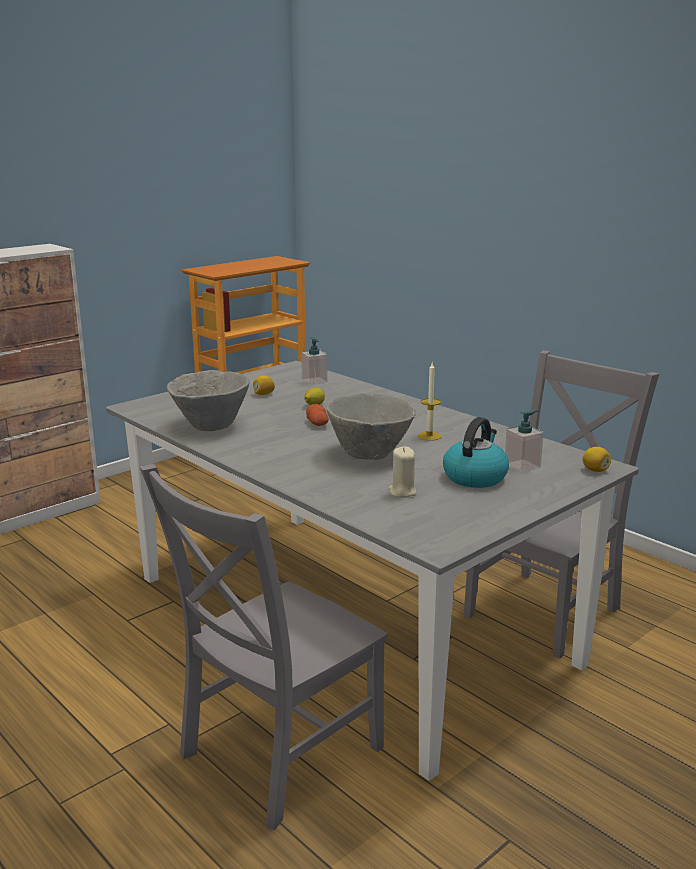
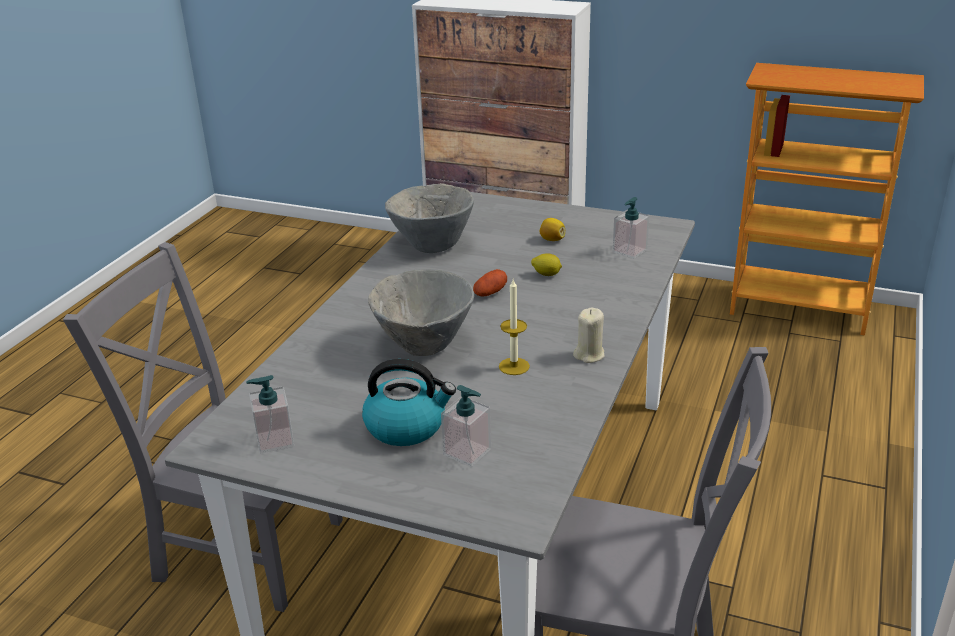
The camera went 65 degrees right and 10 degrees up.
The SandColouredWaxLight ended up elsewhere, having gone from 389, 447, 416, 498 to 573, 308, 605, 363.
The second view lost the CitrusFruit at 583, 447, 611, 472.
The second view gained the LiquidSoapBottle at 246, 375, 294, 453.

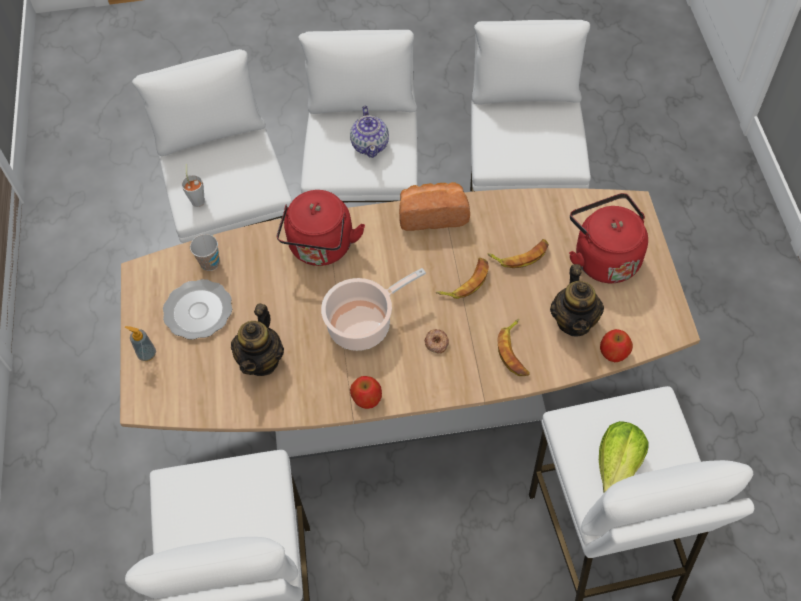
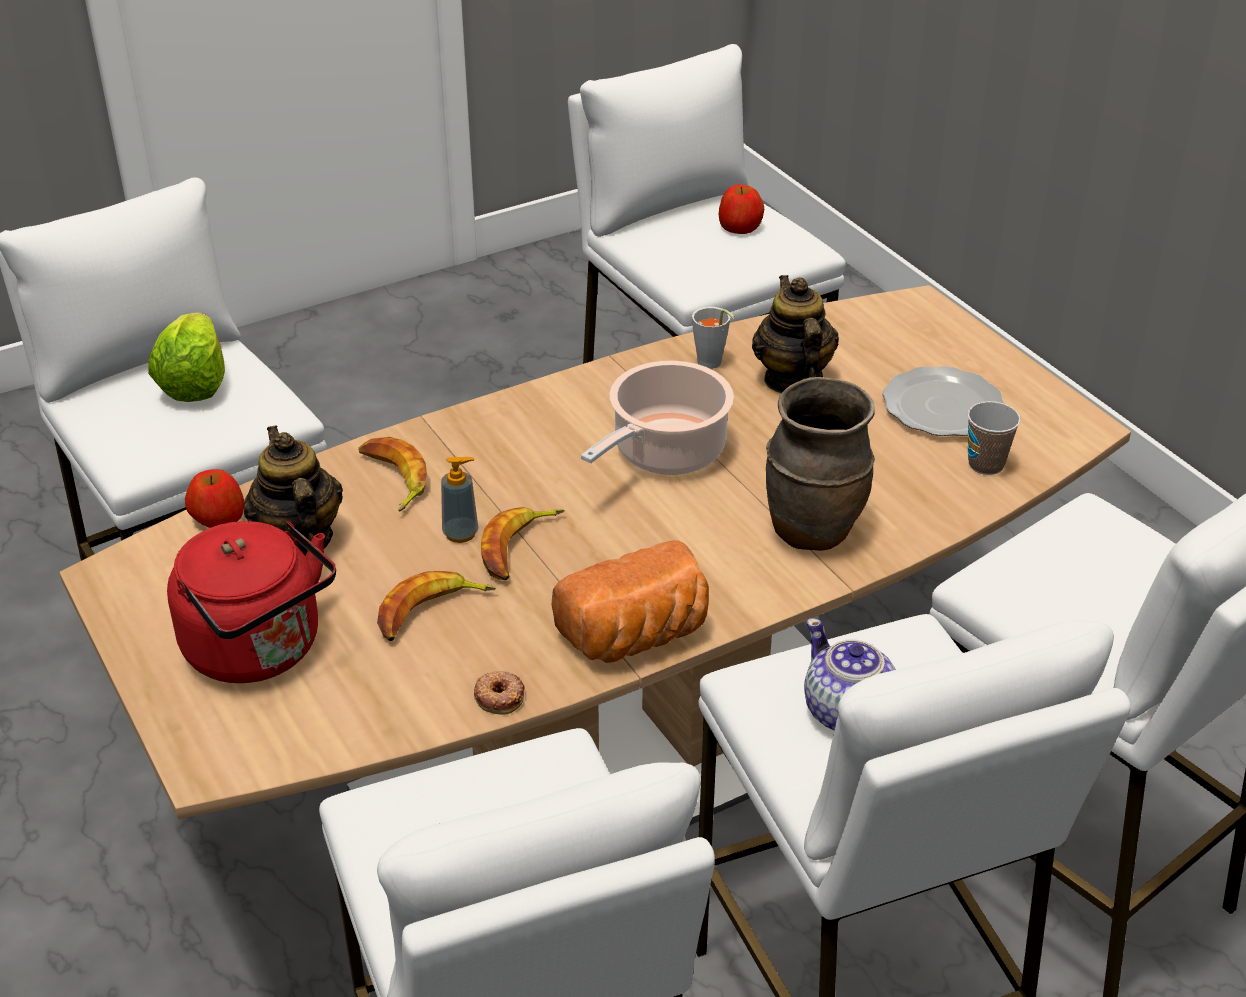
The camera went 155 degrees right and 20 degrees down.
The LiquidSoapBottle ended up elsewhere, having gone from 125, 326, 156, 361 to 441, 457, 478, 543.
The GrayCup ended up elsewhere, having gone from 181, 164, 205, 207 to 692, 307, 735, 369.
Where the RedColouredKettle stood at 277, 190, 365, 266, the BrownishFlowerVase came to stand at 766, 377, 875, 551.
The AppleFruit ended up elsewhere, having gone from 350, 376, 382, 409 to 719, 185, 764, 234.
The RingDoughnut ended up elsewhere, having gone from 424, 329, 449, 354 to 474, 671, 525, 715.

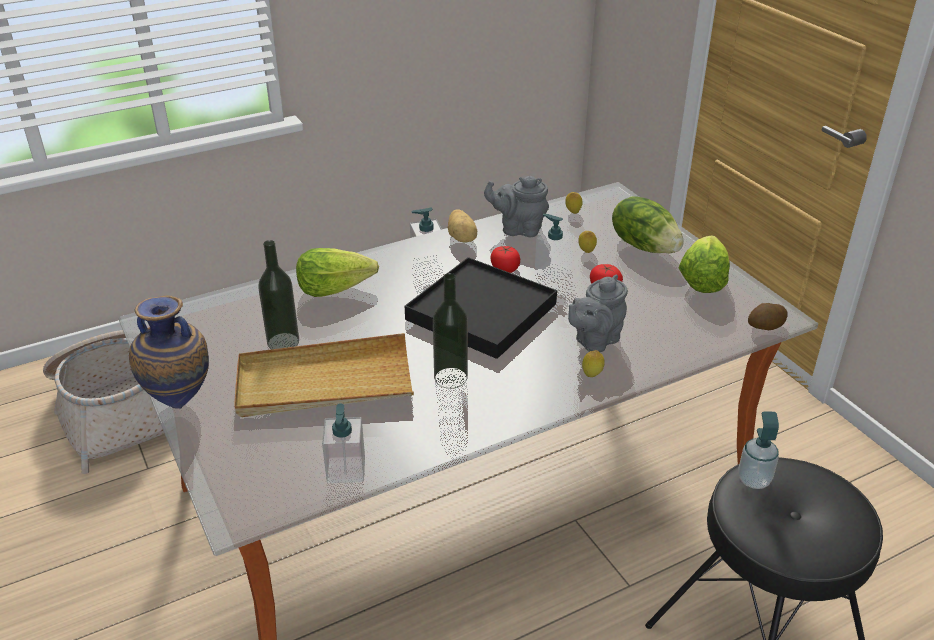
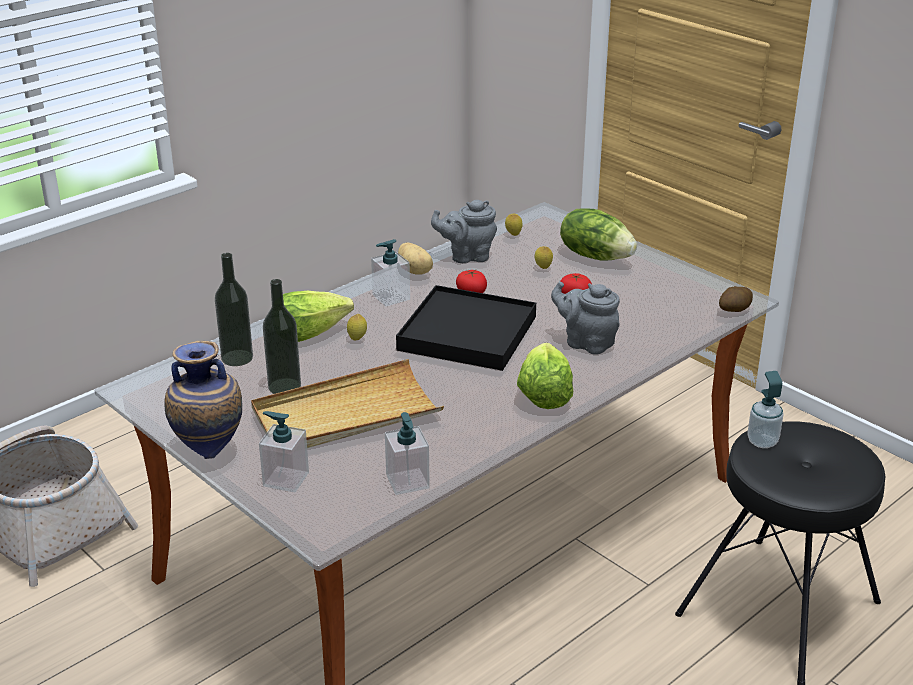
The camera went 15 degrees left and 5 degrees down.
The Bottle ended up elsewhere, having gone from 433, 273, 468, 389 to 215, 253, 253, 366.
The LiquidSoapBottle ended up elsewhere, having gone from 535, 214, 574, 281 to 259, 411, 309, 492.
The GrayPotForTea at 568, 275, 628, 352 ended up facing another way, 90 degrees clockwise from before.
The CitrusFruit ended up elsewhere, having gone from 582, 350, 605, 377 to 347, 314, 367, 340.
The Lettuce ended up elsewhere, having gone from 679, 236, 730, 293 to 517, 343, 573, 409.

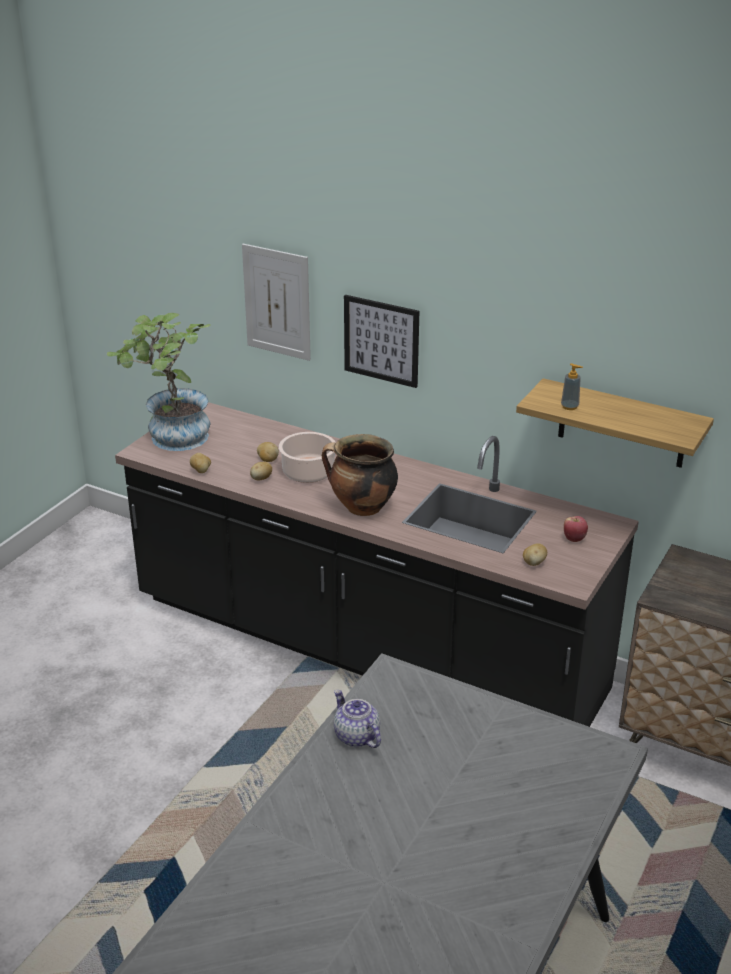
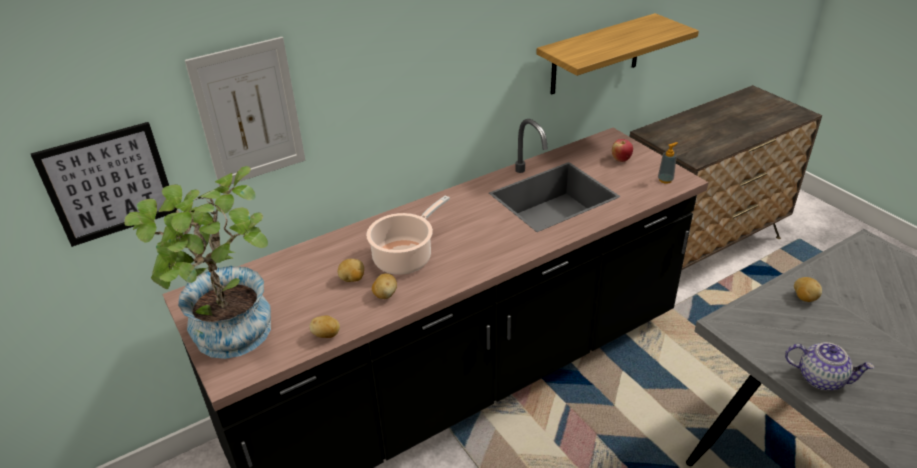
The camera went 60 degrees left and 5 degrees up.
The second view lost the Stockpot at 322, 434, 398, 516.
The PotForTea at 334, 690, 381, 748 ended up facing another way, 150 degrees counterclockwise from before.
The Picture ended up elsewhere, having gone from 344, 295, 419, 388 to 31, 122, 177, 247.
The Spud ended up elsewhere, having gone from 523, 544, 547, 566 to 794, 277, 822, 302.
The LiquidSoapBottle ended up elsewhere, having gone from 561, 363, 583, 410 to 658, 142, 678, 183.

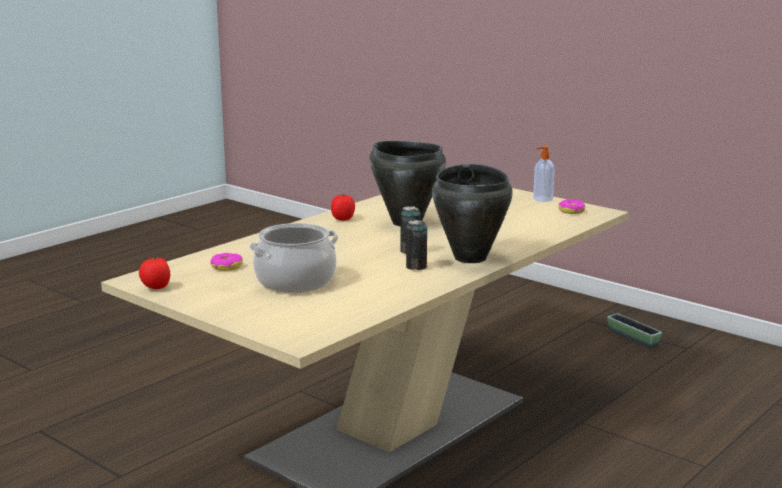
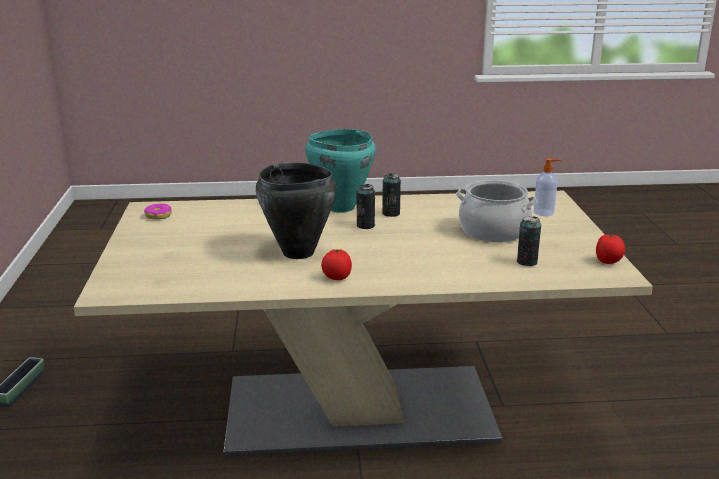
The camera went 135 degrees left and 5 degrees up.
Where the RingDoughnut stood at 210, 253, 243, 271, the MetalCan came to stand at 516, 216, 541, 266.
What was the BlackColouredStockpot at 432, 164, 513, 263 turned into the TurquoiseColouredStockpot at 305, 129, 376, 213.
The LiquidSoapBottle ended up elsewhere, having gone from 533, 146, 555, 202 to 533, 158, 562, 216.

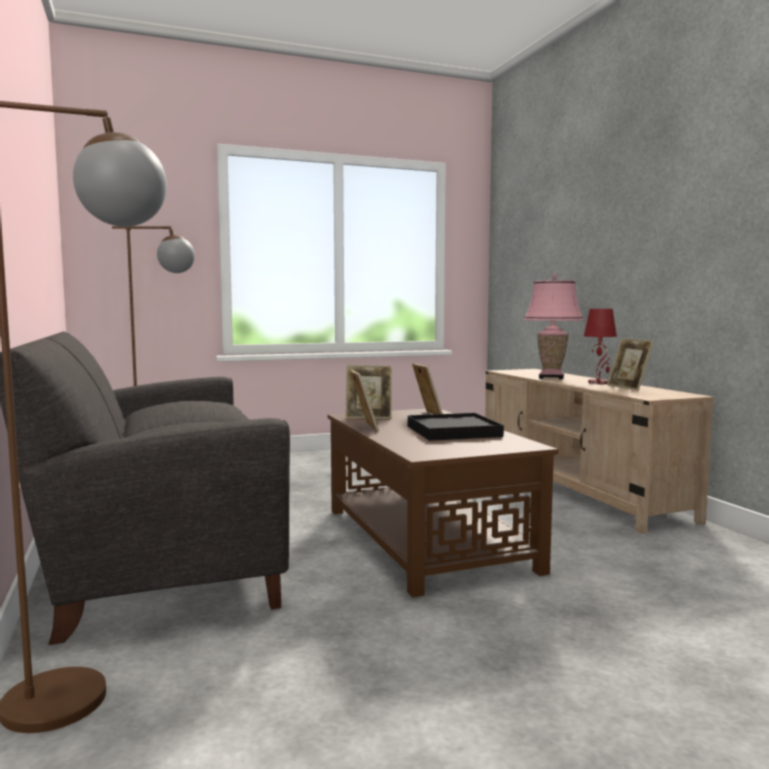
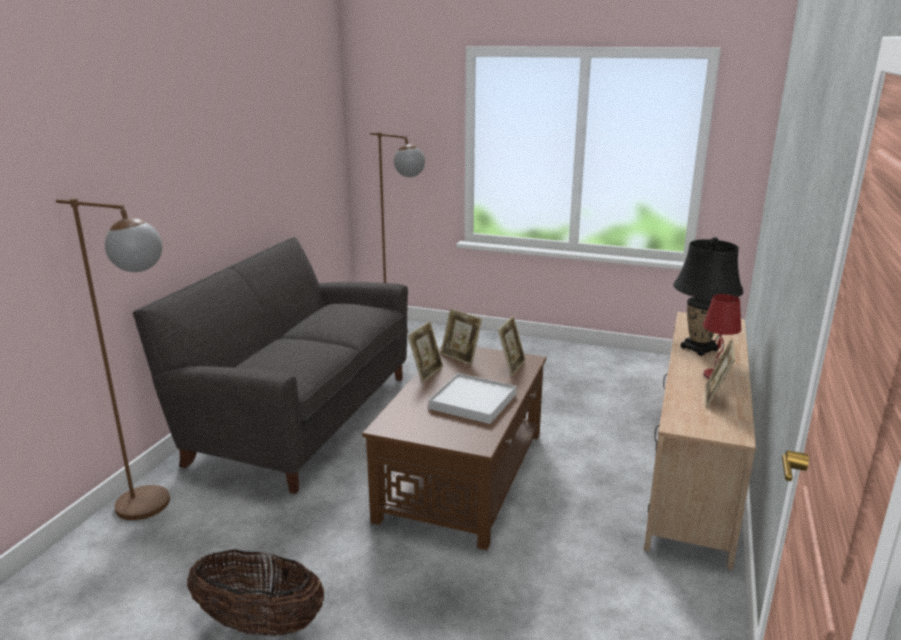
The camera went 40 degrees right and 15 degrees up.
What was the BlackColouredCarryingTray at 408, 413, 504, 441 turned into the WhiteCarryingTray at 428, 373, 516, 424.
What was the PinkColouredTabletopLamp at 524, 273, 584, 379 turned into the BlackColouredTabletopLamp at 673, 237, 743, 356.
The second view gained the Basket at 187, 549, 325, 636.

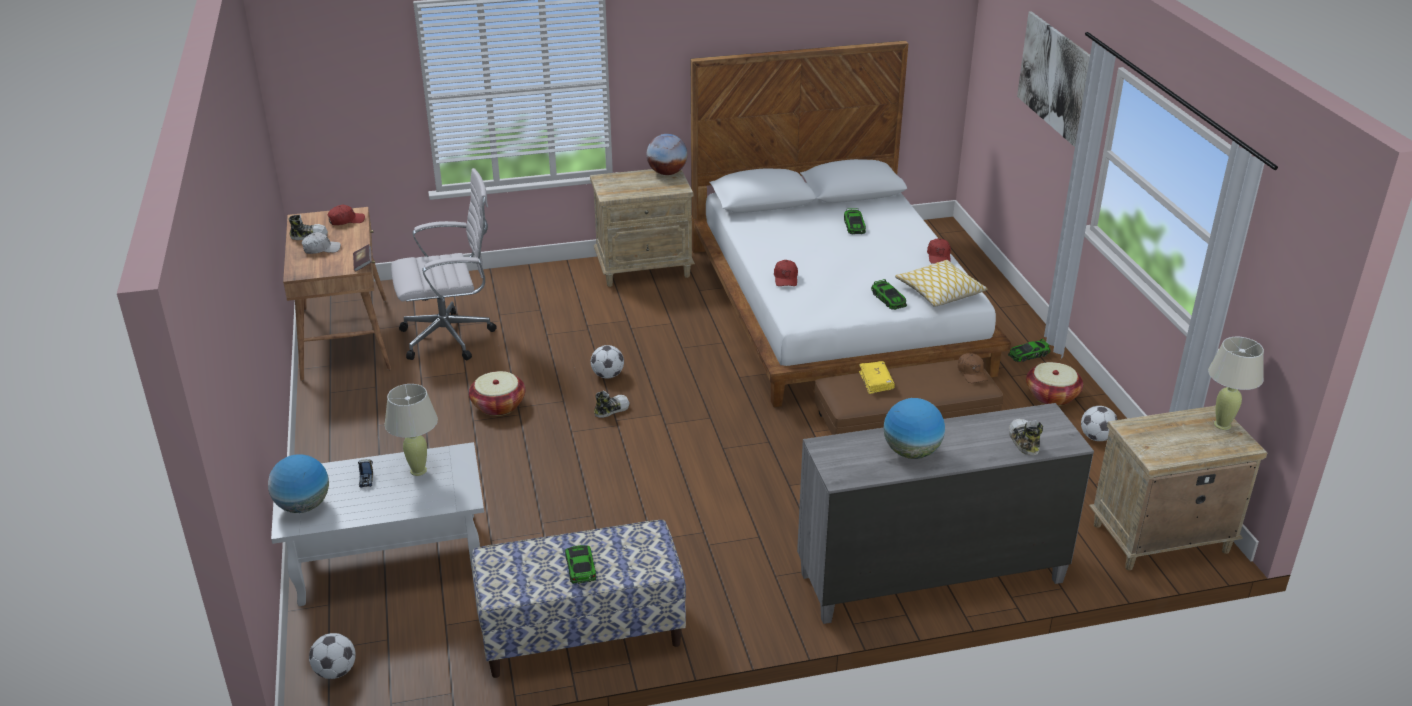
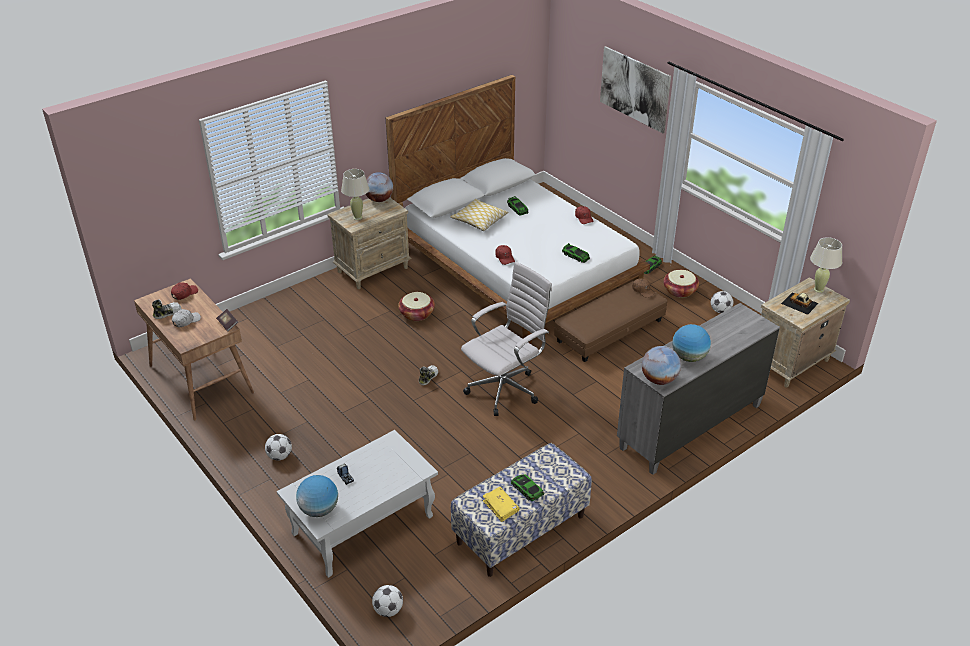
The camera went 25 degrees left and 5 degrees up.
The SandColouredTabletopLamp ended up elsewhere, having gone from 384, 384, 438, 476 to 341, 169, 369, 220.
The WhiteComputerChair ended up elsewhere, having gone from 391, 168, 497, 360 to 461, 262, 552, 416.
The Basket ended up elsewhere, having gone from 469, 371, 525, 416 to 398, 292, 435, 321.
The FootballBall ended up elsewhere, having gone from 591, 345, 624, 378 to 265, 434, 292, 461.
The YellowColouredBoundBook ended up elsewhere, having gone from 859, 361, 895, 394 to 483, 487, 520, 522.
The Pillow ended up elsewhere, having gone from 895, 260, 987, 307 to 450, 199, 508, 231.
The second view lost the LowShoe at 1009, 419, 1043, 456.
The second view gained the Globe at 642, 346, 681, 385.
The second view gained the ToyCar at 781, 293, 819, 315.

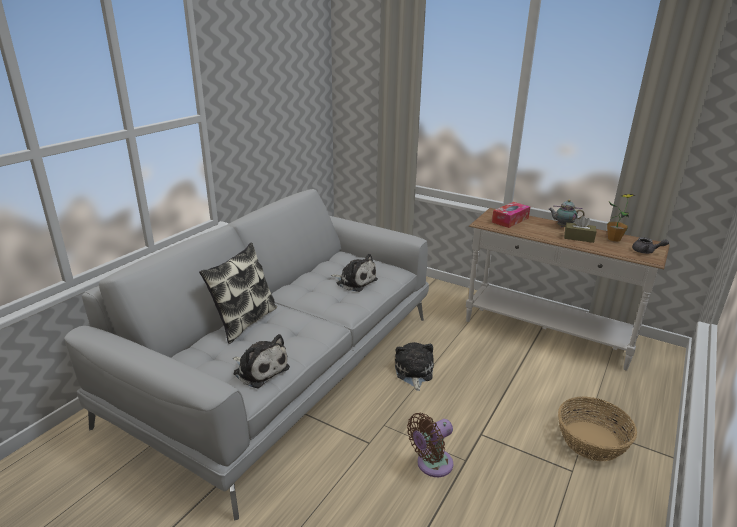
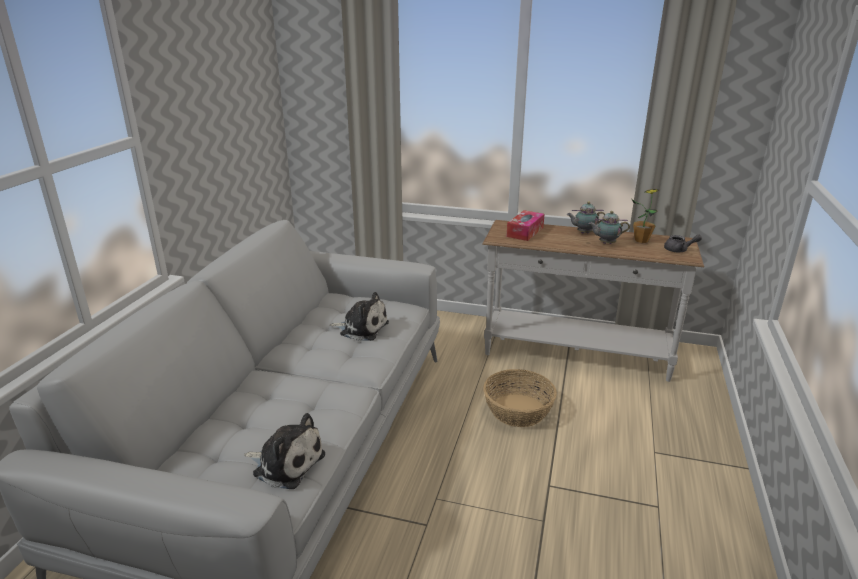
The camera went 15 degrees left and 0 degrees up.
The second view lost the Pillow at 199, 242, 277, 344.
The second view lost the CuddlyToy at 395, 342, 434, 391.
The second view lost the BrownishCoolingFan at 407, 413, 453, 477.
The Basket ended up elsewhere, having gone from 558, 396, 637, 461 to 483, 369, 557, 427.
Where the BrownishTissueBox stood at 564, 216, 596, 243, the PotForTea came to stand at 588, 211, 630, 244.

